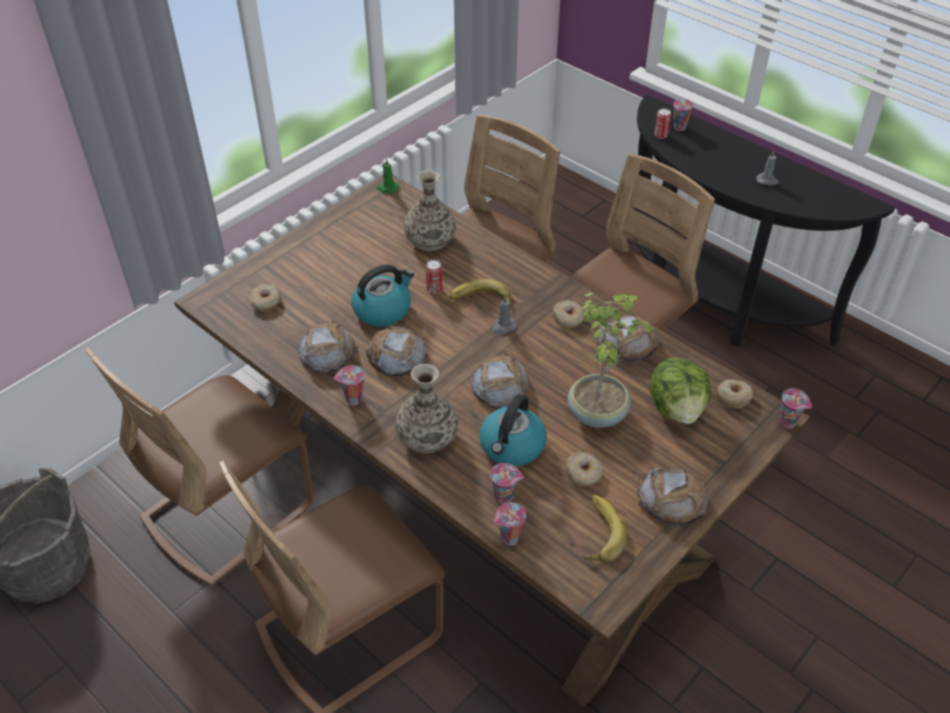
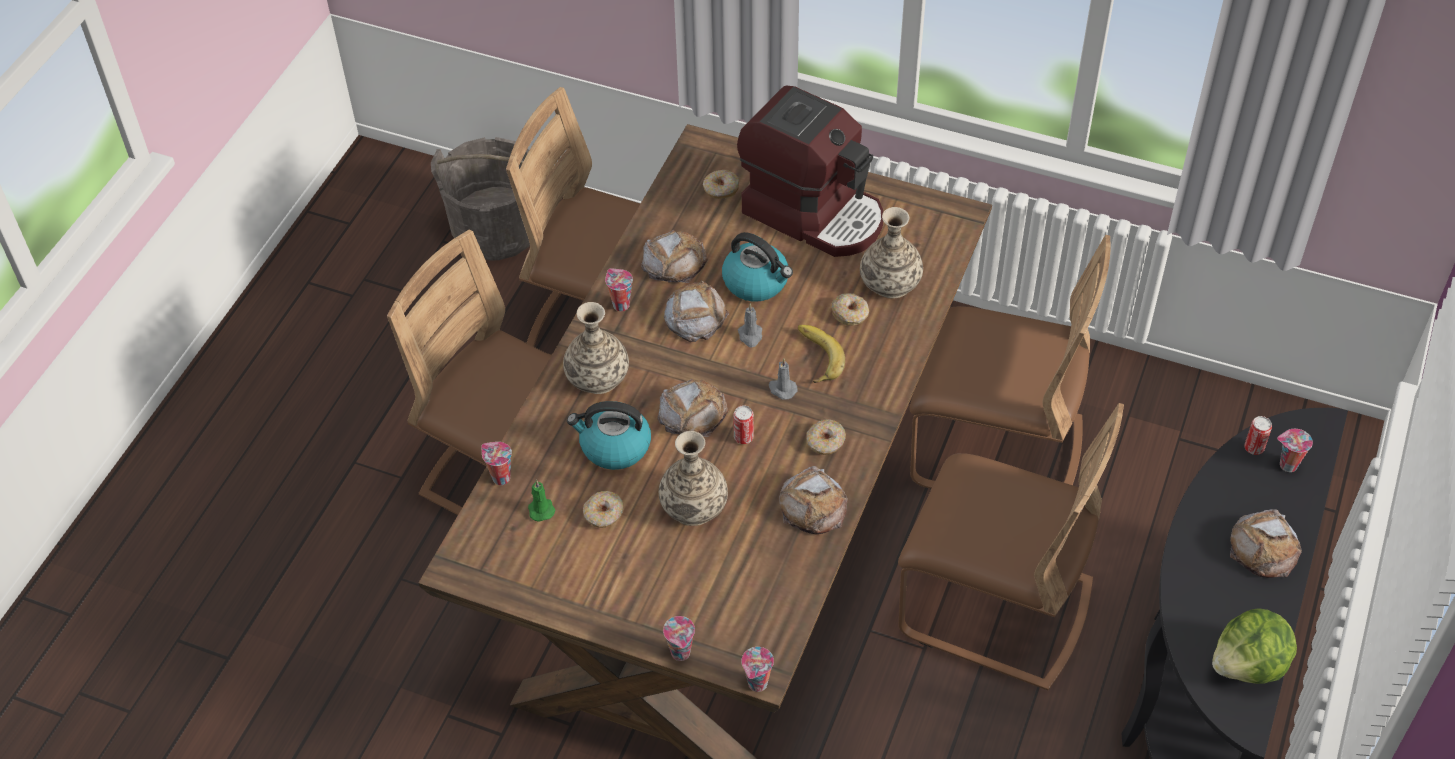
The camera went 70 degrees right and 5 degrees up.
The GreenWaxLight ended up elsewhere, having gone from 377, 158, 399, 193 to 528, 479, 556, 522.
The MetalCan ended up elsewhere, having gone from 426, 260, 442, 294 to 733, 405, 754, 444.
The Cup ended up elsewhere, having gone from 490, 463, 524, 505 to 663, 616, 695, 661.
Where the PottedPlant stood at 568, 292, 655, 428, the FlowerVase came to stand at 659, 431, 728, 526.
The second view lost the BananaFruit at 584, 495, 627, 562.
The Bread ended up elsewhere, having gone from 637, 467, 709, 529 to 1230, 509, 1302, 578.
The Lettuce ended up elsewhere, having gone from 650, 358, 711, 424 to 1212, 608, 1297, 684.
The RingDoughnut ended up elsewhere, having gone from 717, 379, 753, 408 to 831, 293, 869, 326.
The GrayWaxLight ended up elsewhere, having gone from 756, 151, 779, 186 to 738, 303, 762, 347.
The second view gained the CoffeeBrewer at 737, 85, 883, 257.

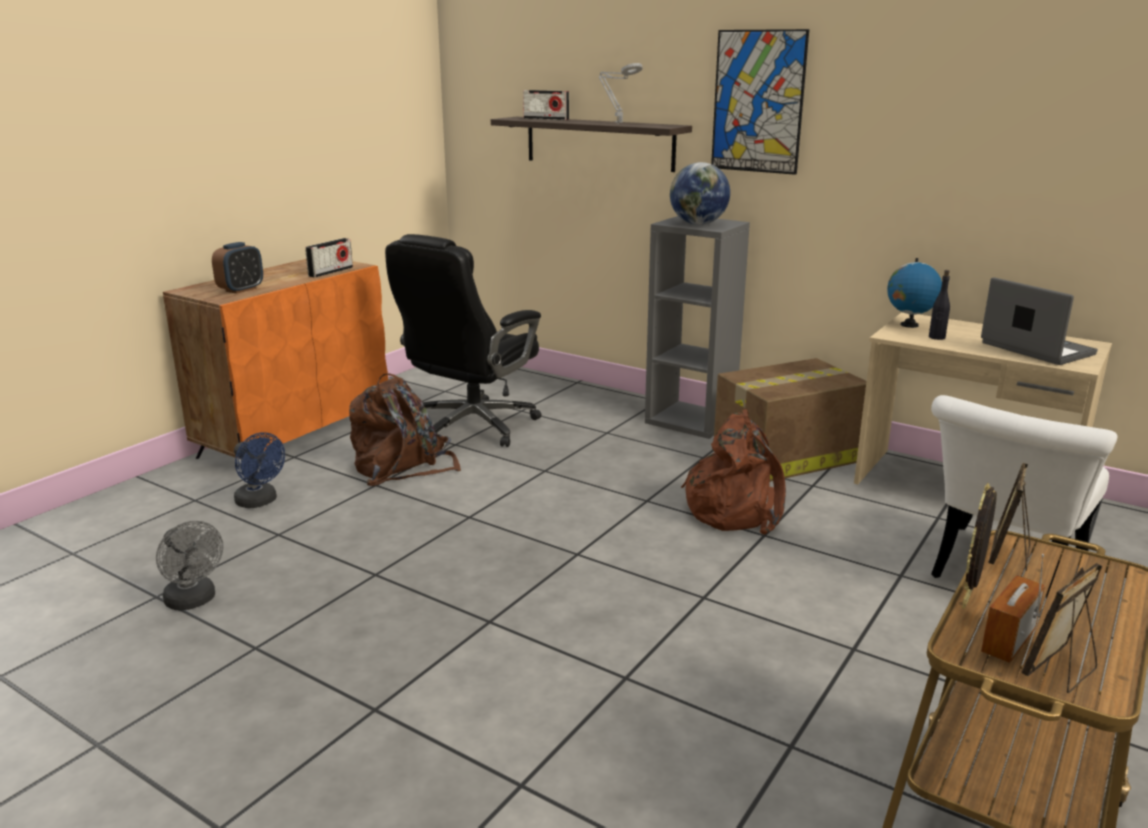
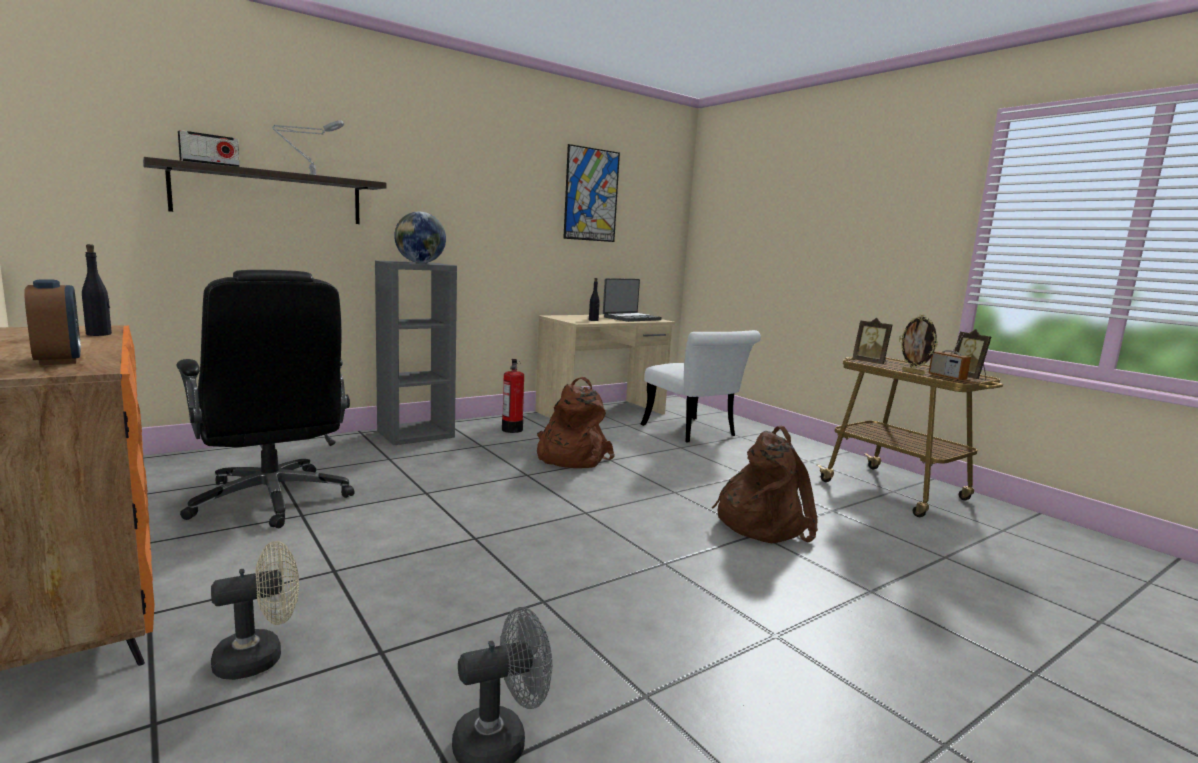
The camera went 70 degrees left and 10 degrees down.
What was the BlueColouredCoolingFan at 234, 432, 285, 508 turned into the SandColouredCoolingFan at 211, 541, 299, 680.
Where the RadioSet stood at 305, 238, 353, 278, the BlackColouredBottle came to stand at 82, 244, 112, 336.
The BrownishBackpack ended up elsewhere, having gone from 349, 373, 461, 486 to 712, 426, 818, 543.
The Picture ended up elsewhere, having gone from 711, 29, 809, 175 to 563, 144, 620, 242.
Where the PackingBox stood at 713, 358, 867, 482, the FireExtinguisher came to stand at 502, 359, 524, 433.
The second view lost the Globe at 887, 258, 942, 328.
The PortableComputer at 981, 277, 1098, 365 ended up facing another way, 150 degrees clockwise from before.

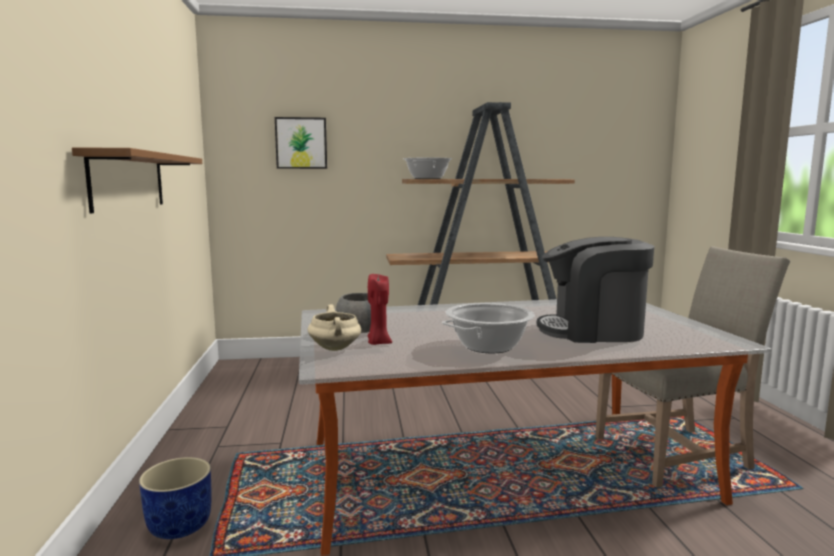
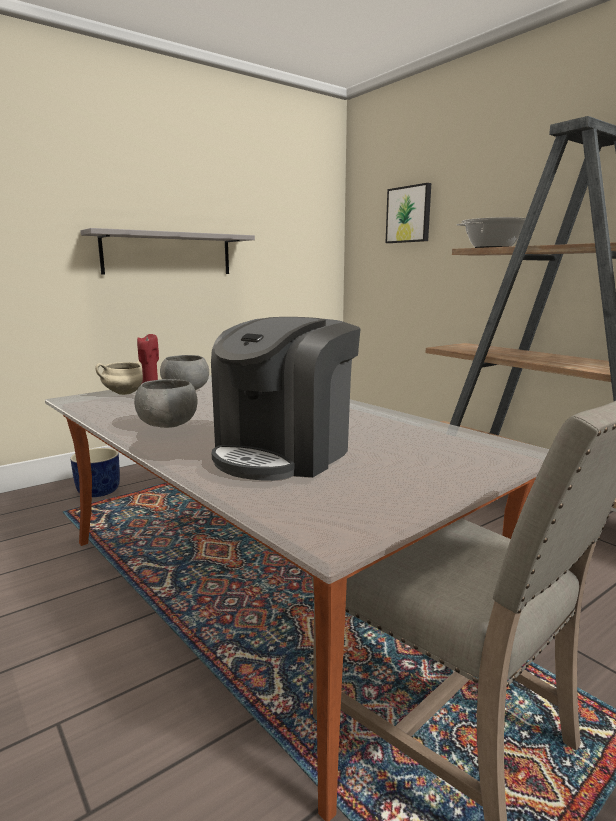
The camera went 60 degrees right and 5 degrees up.
What was the BrownishShelf at 72, 147, 202, 213 turned into the GrayShelf at 80, 228, 255, 275.
Where the Stockpot stood at 442, 303, 535, 353, the GrayDeepDish came to stand at 134, 379, 197, 428.
The CoffeeBrewer at 537, 237, 654, 343 ended up facing another way, 120 degrees counterclockwise from before.

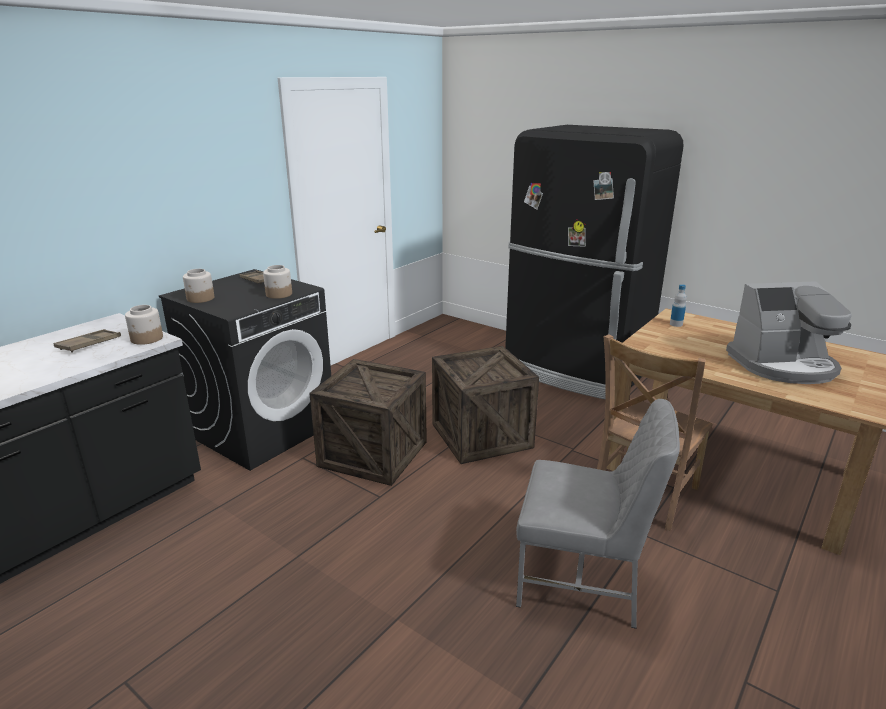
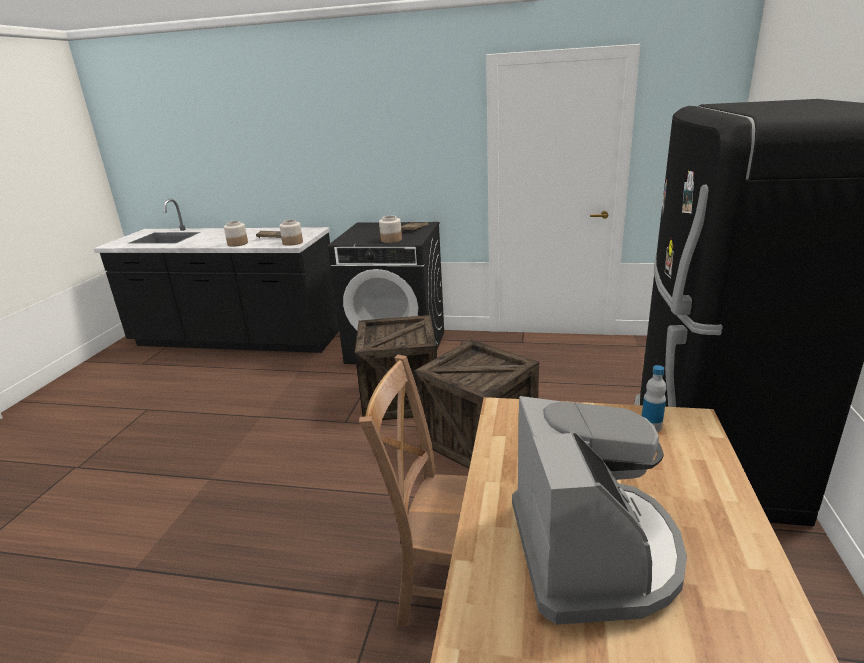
The camera went 65 degrees right and 0 degrees up.
The Jar ended up elsewhere, having gone from 183, 269, 214, 303 to 224, 221, 248, 247.
The second view lost the GrayPlainChair at 516, 399, 680, 629.
The CoffeeBrewer at 726, 281, 852, 384 ended up facing another way, 150 degrees counterclockwise from before.

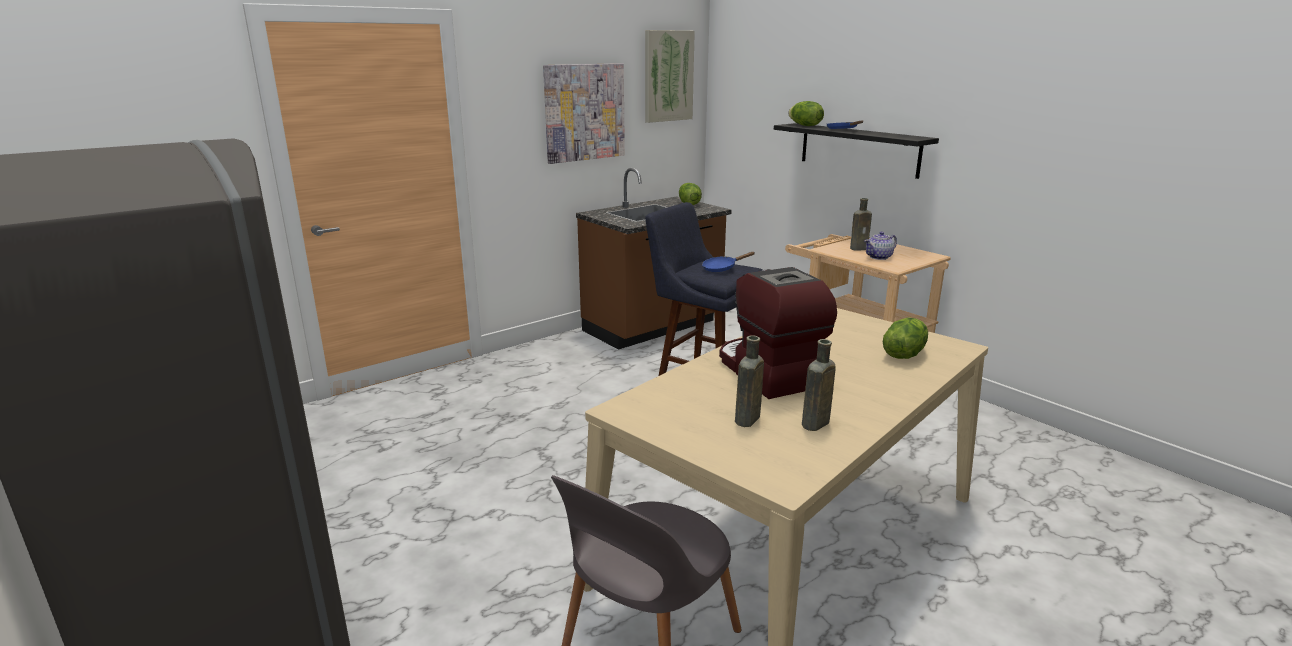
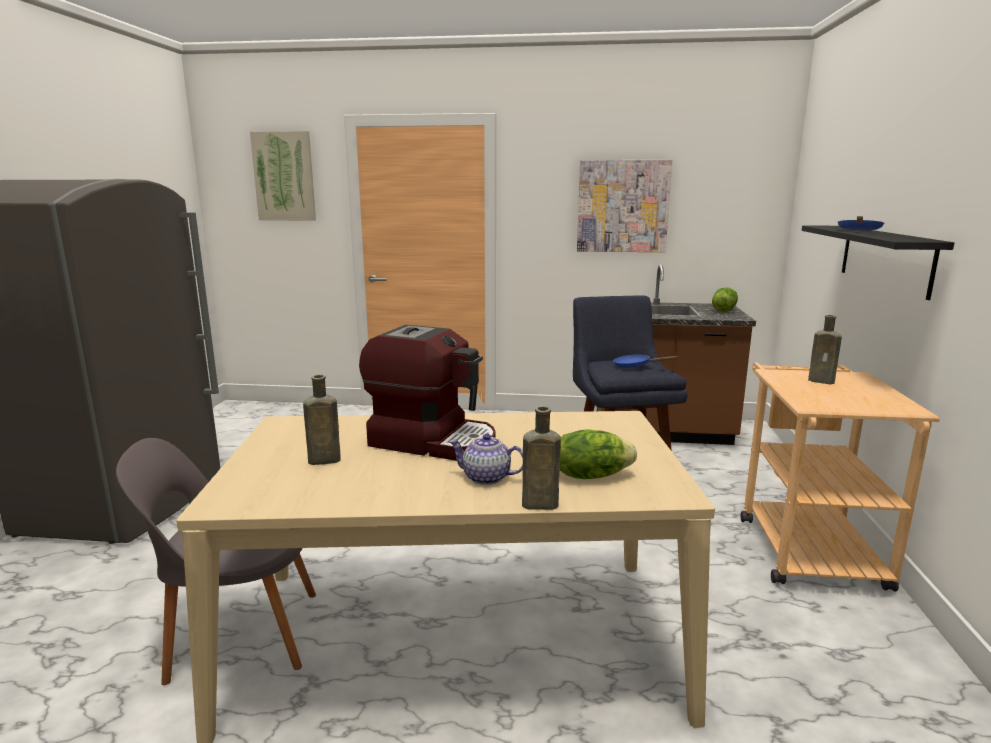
The camera went 45 degrees right and 5 degrees down.
The Picture ended up elsewhere, having gone from 645, 30, 695, 123 to 250, 131, 316, 221.
The CoffeeBrewer at 719, 267, 837, 399 ended up facing another way, 90 degrees clockwise from before.
The second view lost the Lettuce at 788, 101, 824, 126.
The BrownishBottle ended up elsewhere, having gone from 802, 339, 836, 431 to 522, 406, 561, 510.
The PotForTea ended up elsewhere, having gone from 864, 232, 897, 260 to 449, 434, 523, 485.

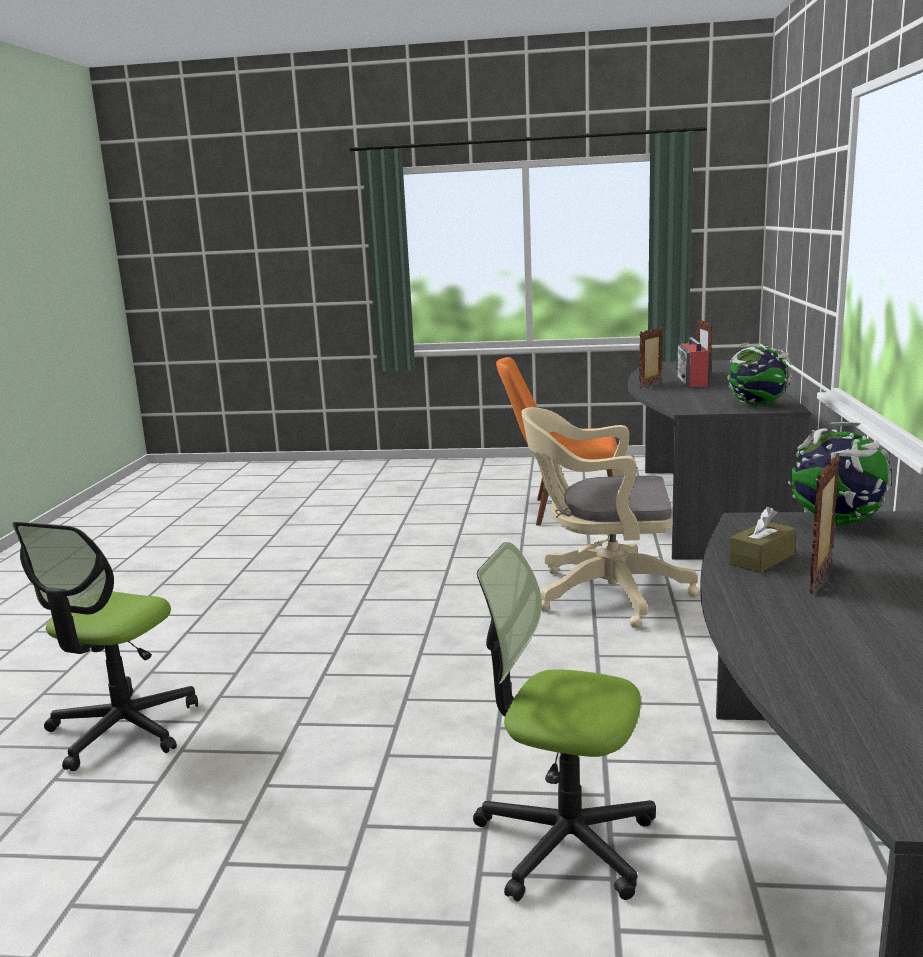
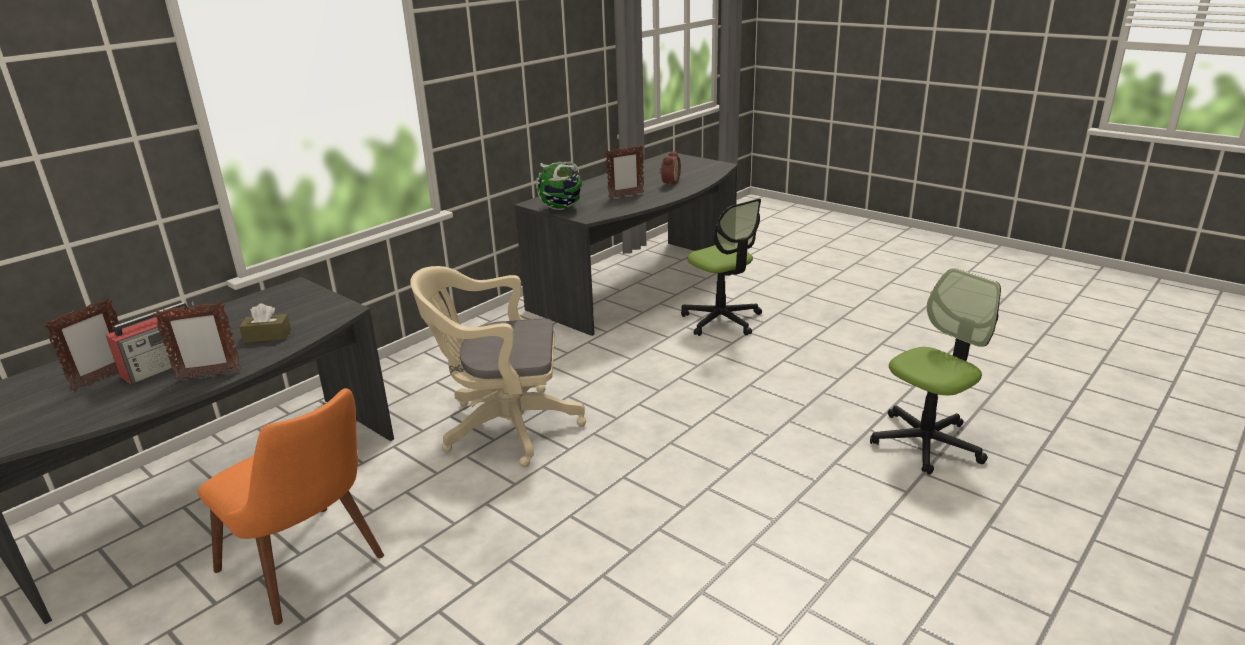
The camera went 145 degrees left and 10 degrees up.
The SandColouredComputerChair at 521, 407, 699, 628 ended up facing another way, 135 degrees clockwise from before.
The second view lost the Globe at 727, 342, 792, 405.
The BrownishTissueBox ended up elsewhere, having gone from 729, 507, 796, 573 to 239, 303, 291, 343.
The second view gained the AlarmClock at 660, 151, 681, 186.

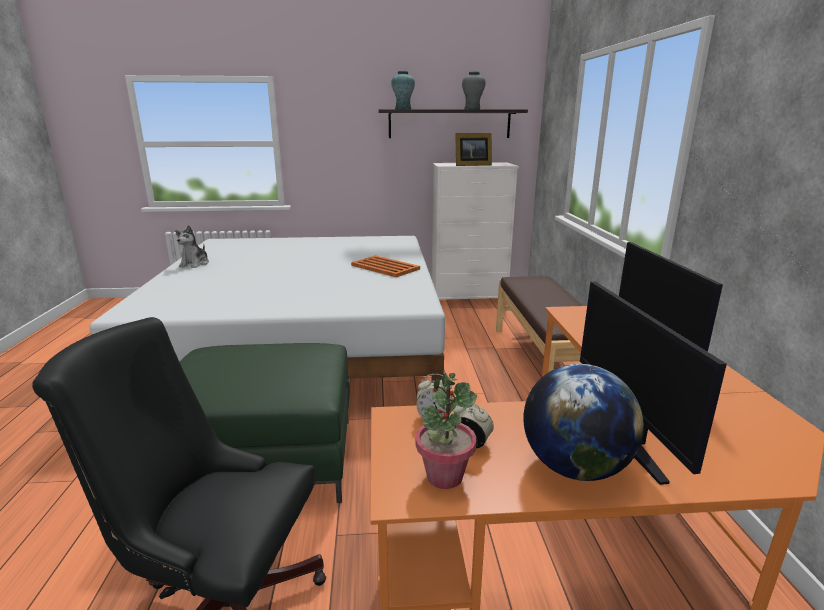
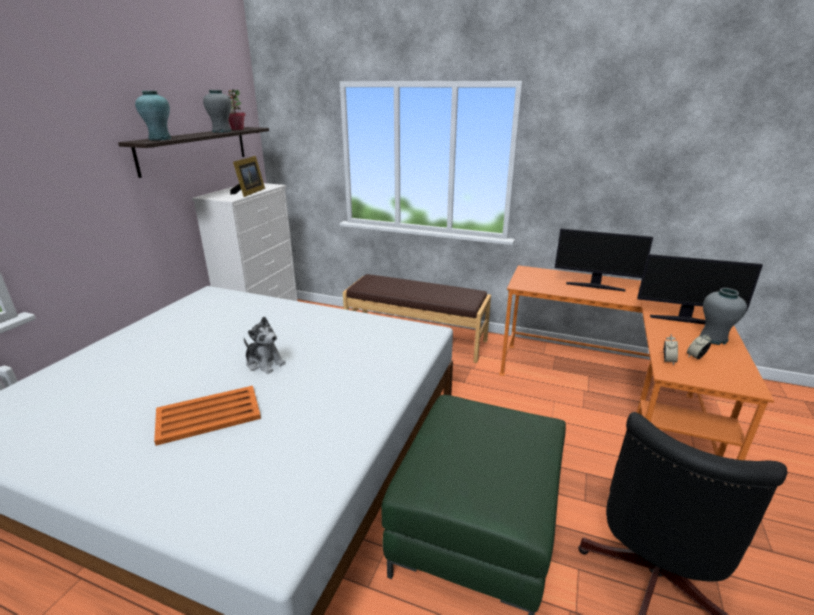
The camera went 65 degrees left and 5 degrees up.
The CuddlyToy ended up elsewhere, having gone from 175, 225, 209, 268 to 244, 317, 286, 374.
The OrangeColouredCarryingTray ended up elsewhere, having gone from 351, 256, 420, 277 to 154, 386, 261, 446.
The PottedPlant ended up elsewhere, having gone from 415, 373, 477, 489 to 228, 89, 246, 130.
Where the Globe stood at 523, 364, 644, 481, the GrayFlowerVase came to stand at 700, 288, 747, 345.

